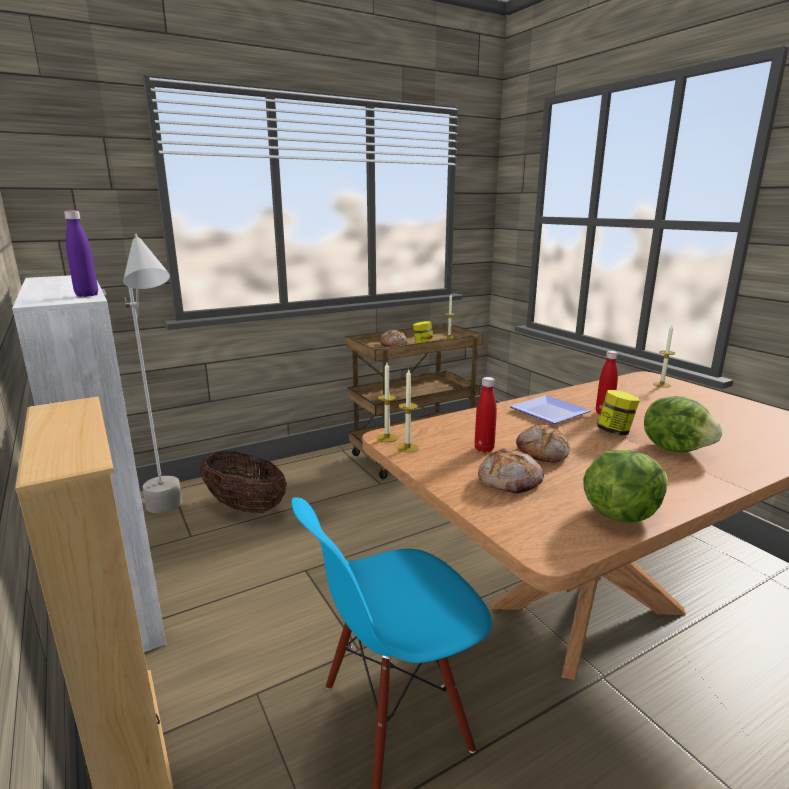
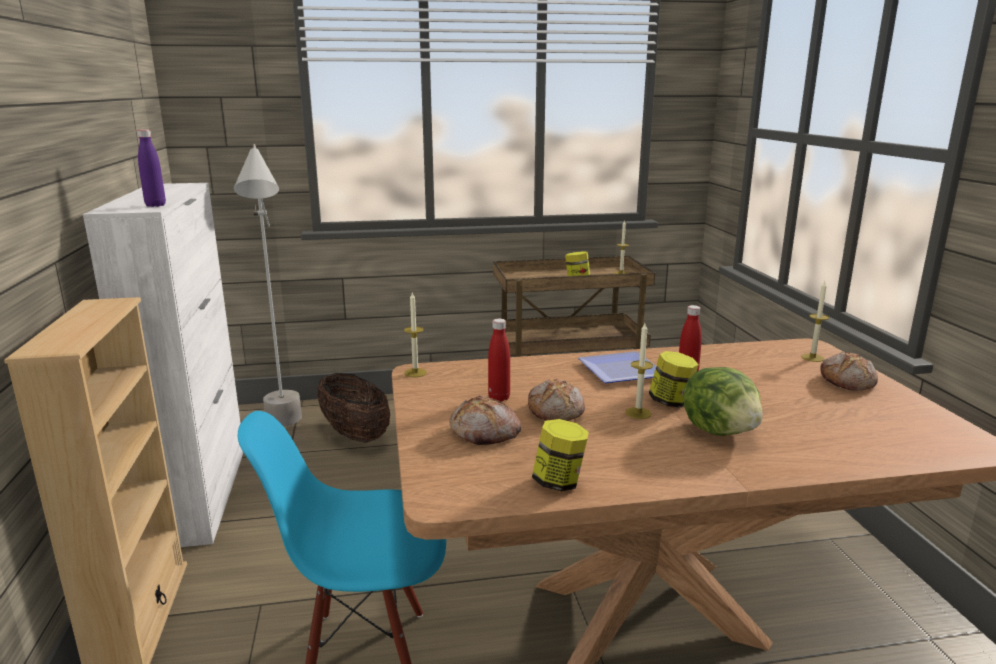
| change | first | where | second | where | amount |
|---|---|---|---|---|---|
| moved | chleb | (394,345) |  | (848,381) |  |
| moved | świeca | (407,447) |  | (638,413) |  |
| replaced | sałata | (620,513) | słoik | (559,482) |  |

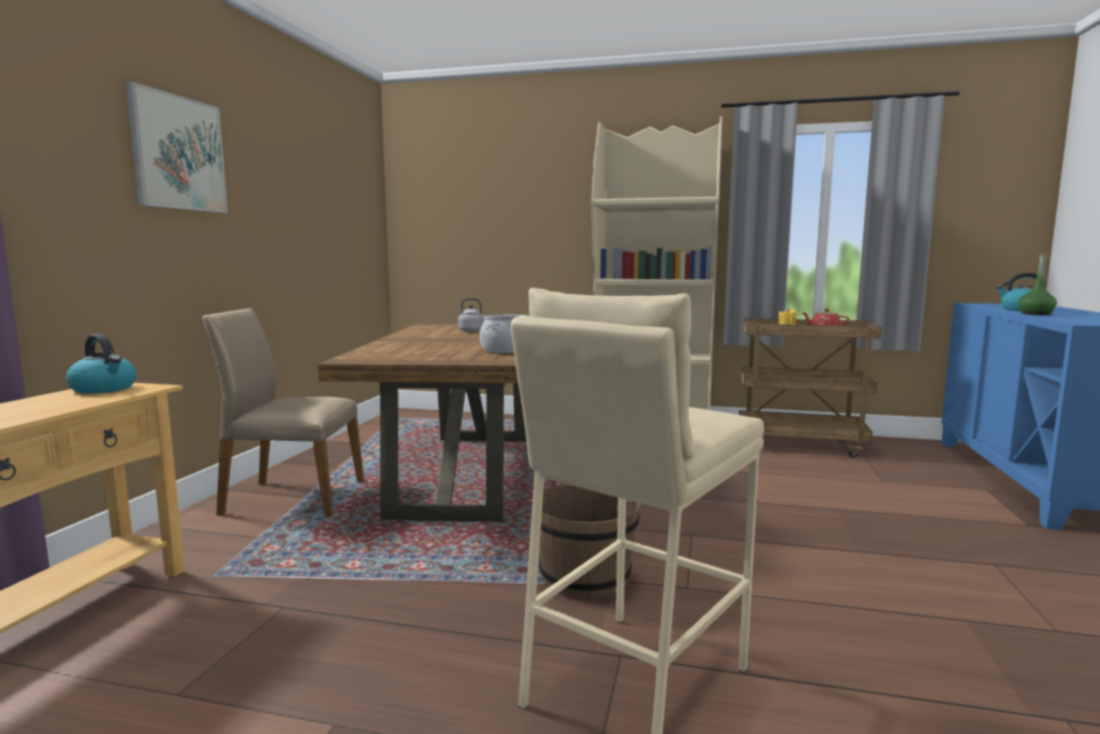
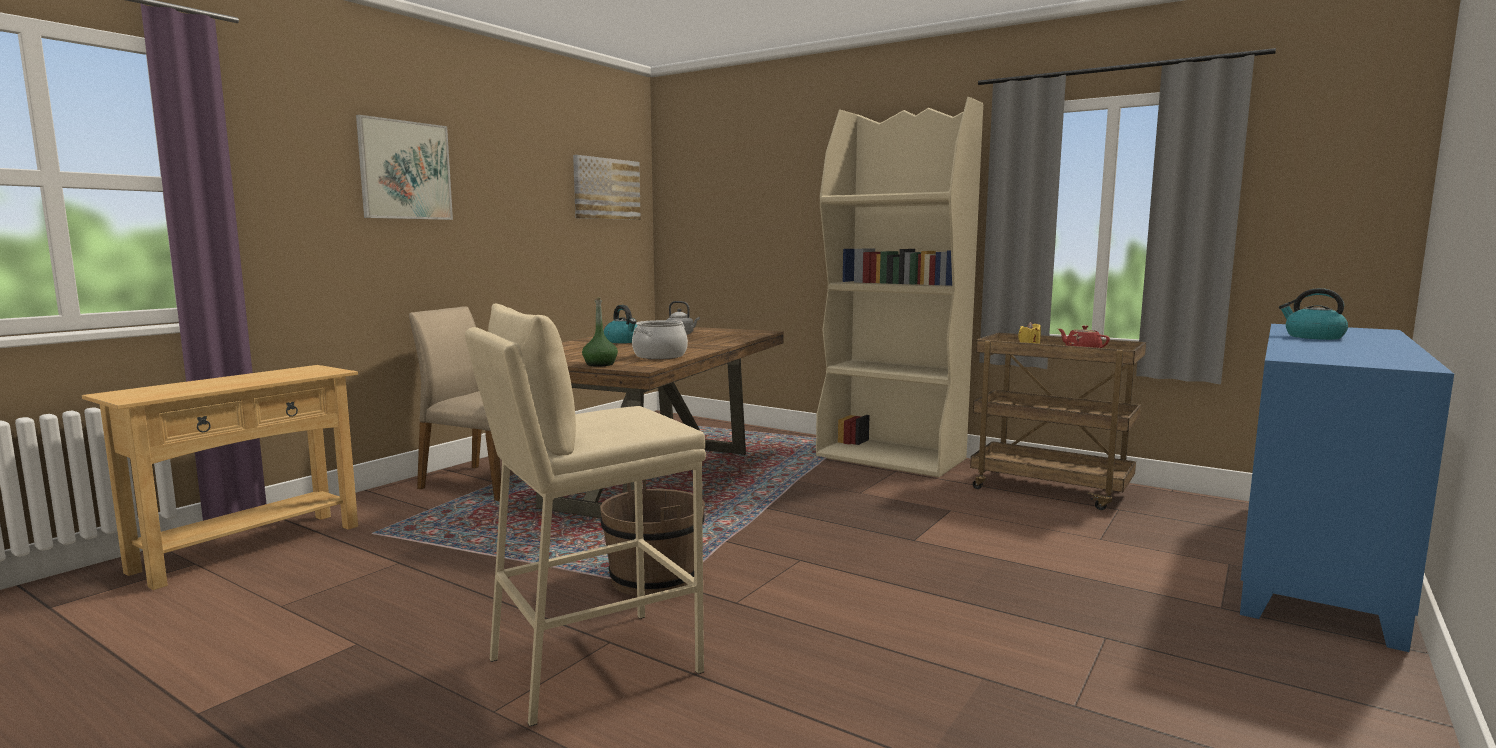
| change | first | where | second | where | amount |
|---|---|---|---|---|---|
| added |  |  | obraz | (606,189) |  |
| moved | czajnik | (104,389) |  | (623,341) |  |
| moved | butelka (zielony) | (1036,314) |  | (600,364) |  |

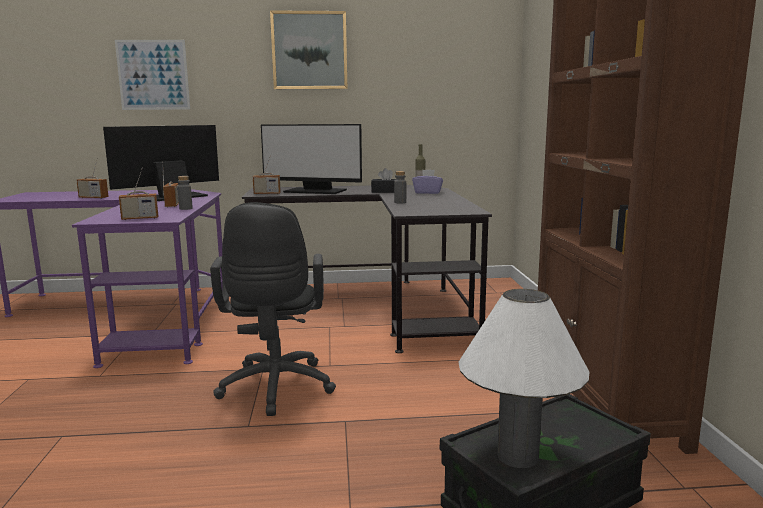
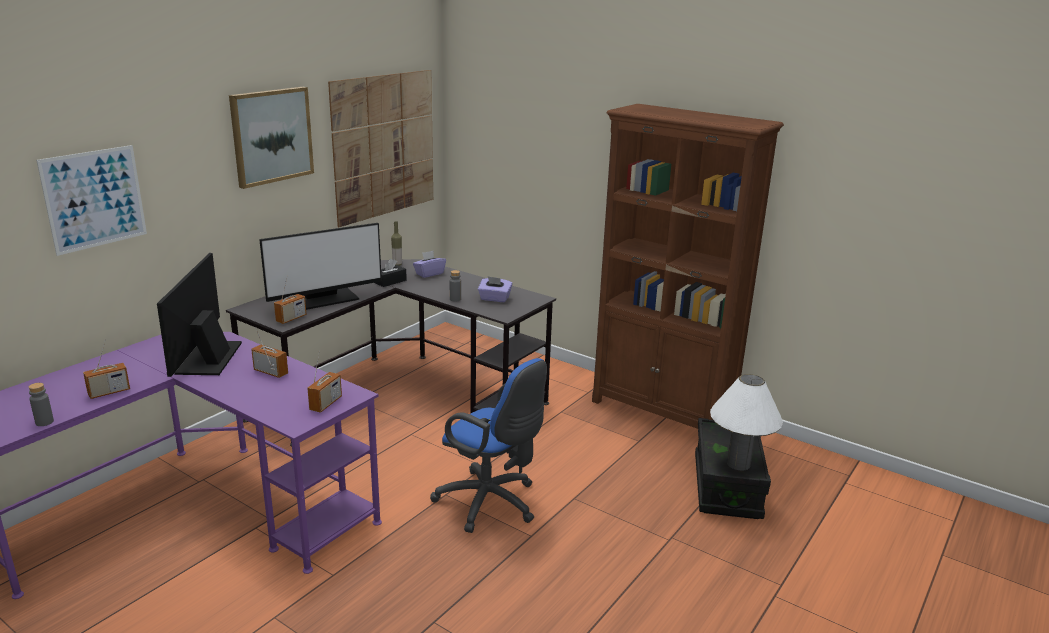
| change | first | where | second | where | amount |
|---|---|---|---|---|---|
| added |  |  | obraz | (384,146) |  |
| added |  |  | pudełko chusteczek (fioletowy) | (494,299) |  |
| moved | butelka (szary) | (186,208) |  | (44,422) |  |
| recoloured | krzesło biurowe (czarny) | (275,390) | krzesło biurowe (niebieski) | (491,504) |  |

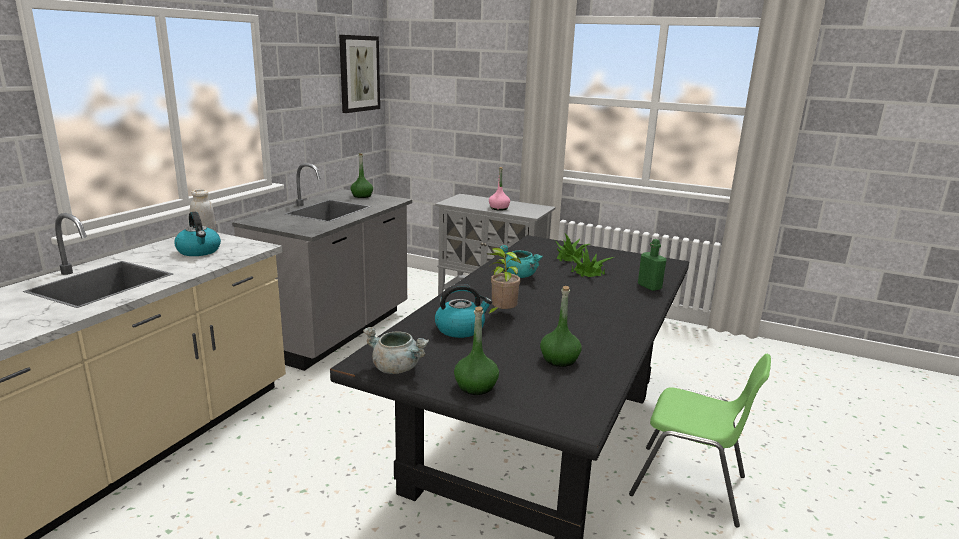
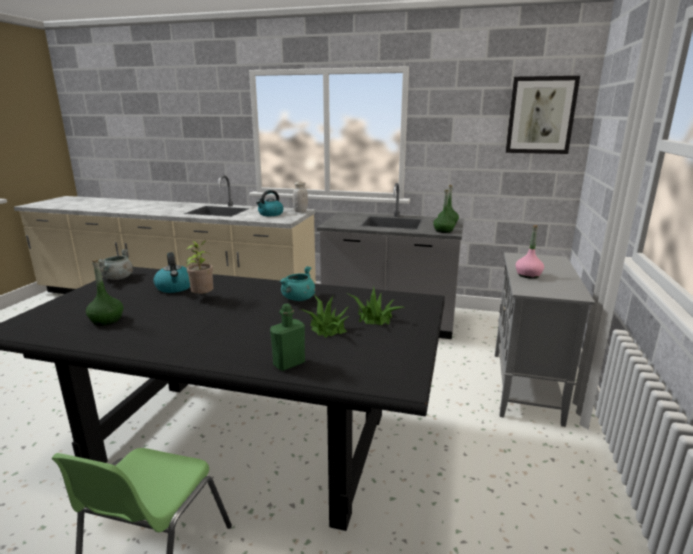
| change | first | where | second | where | amount |
|---|---|---|---|---|---|
| moved | butelka (zielony) | (476,386) |  | (443,231) |  |

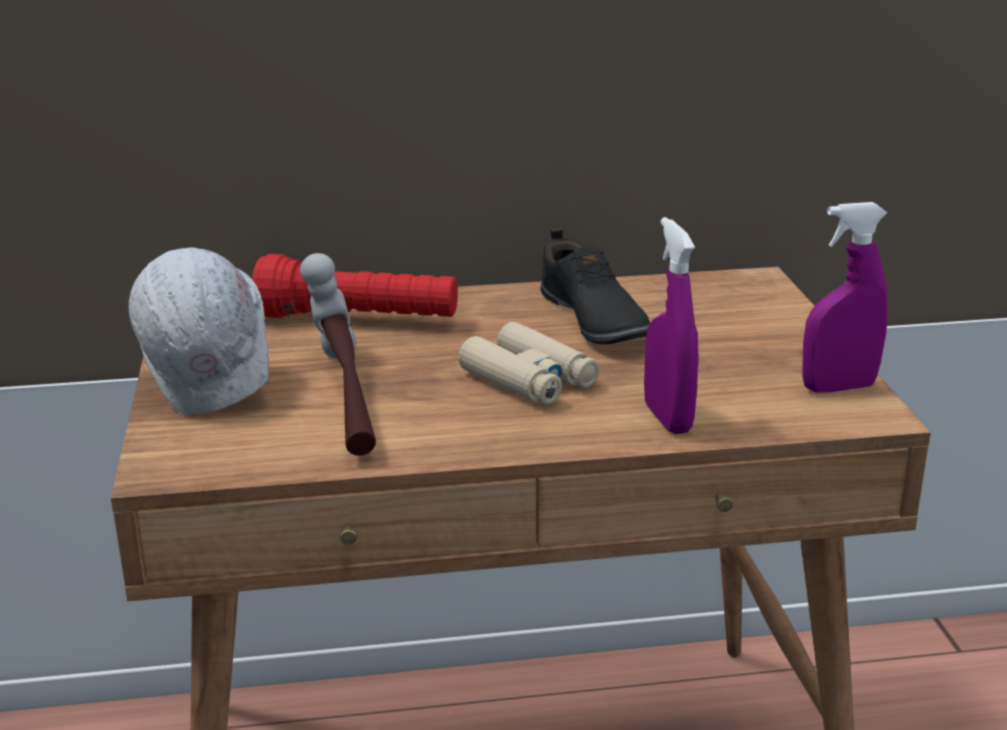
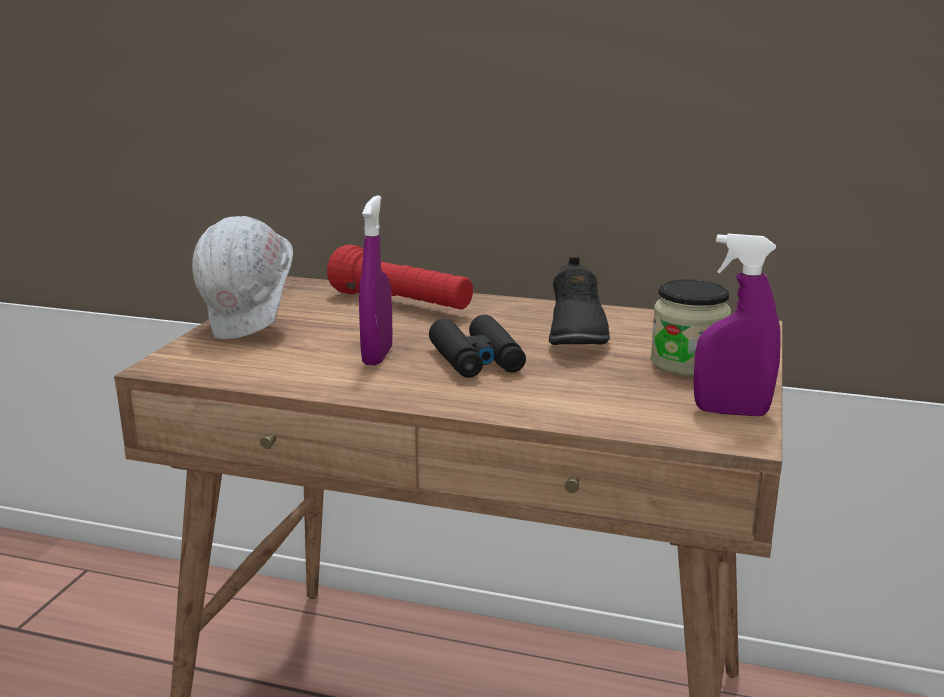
| change | first | where | second | where | amount |
|---|---|---|---|---|---|
| removed | młotek | (344,399) |  |  |  |
| added |  |  | słoik | (687,363) |  |
| moved | spryskiwacz (fioletowy) | (667,418) |  | (377,356) |  |
| recoloured | lornetka (beżowy) | (529,380) | lornetka (czarny) | (477,360) |  |

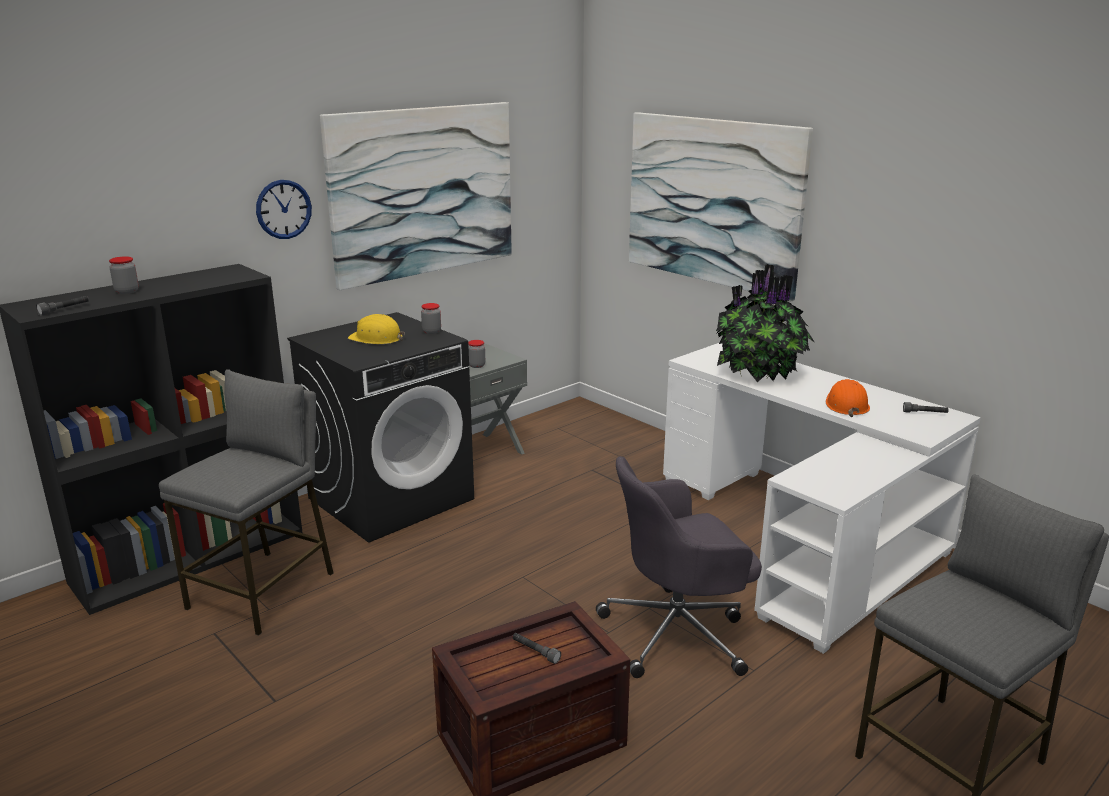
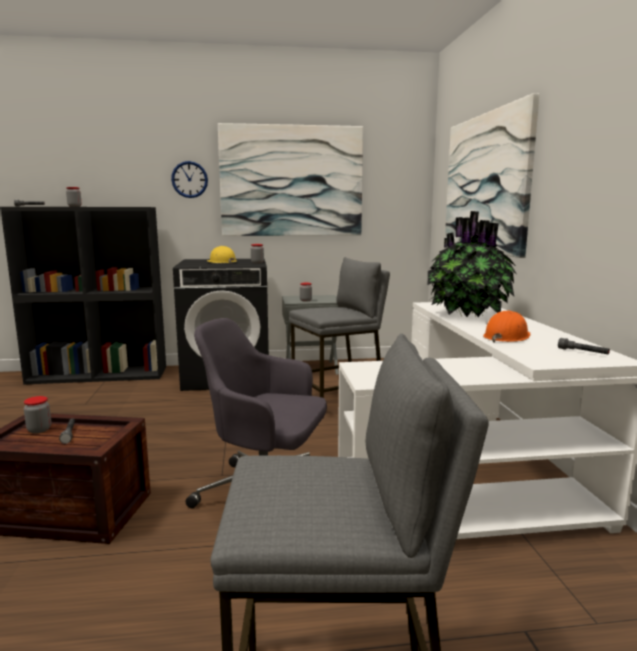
| change | first | where | second | where | amount |
|---|---|---|---|---|---|
| added |  |  | słoik | (39,430) |  |
| moved | stołek (szary) | (263,591) |  | (338,401) |  |

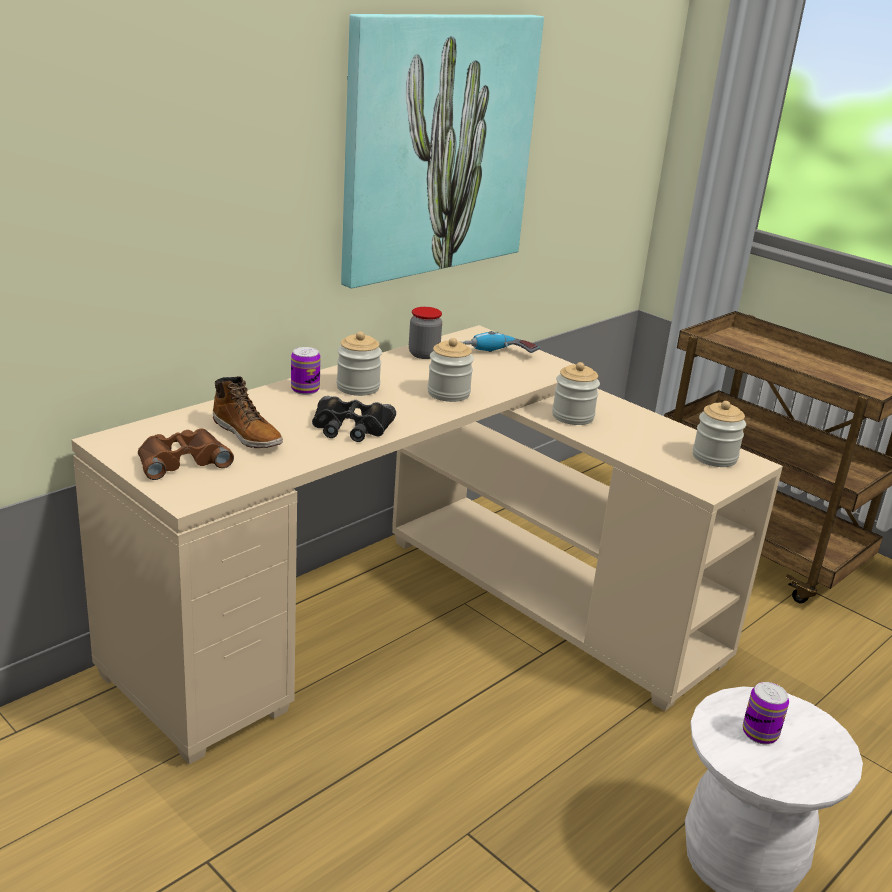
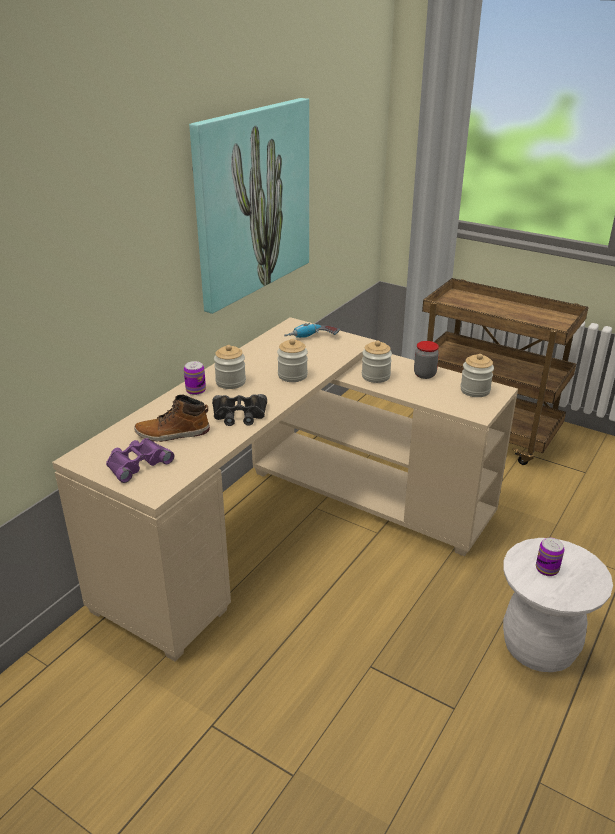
| change | first | where | second | where | amount |
|---|---|---|---|---|---|
| moved | słoik | (423,354) |  | (424,374) |  |
| recoloured | lornetka (brązowy) | (182,460) | lornetka (fioletowy) | (137,463) |  |
| turned | but z cholewką | (248,434) |  | (173,434) | 135 degrees clockwise |

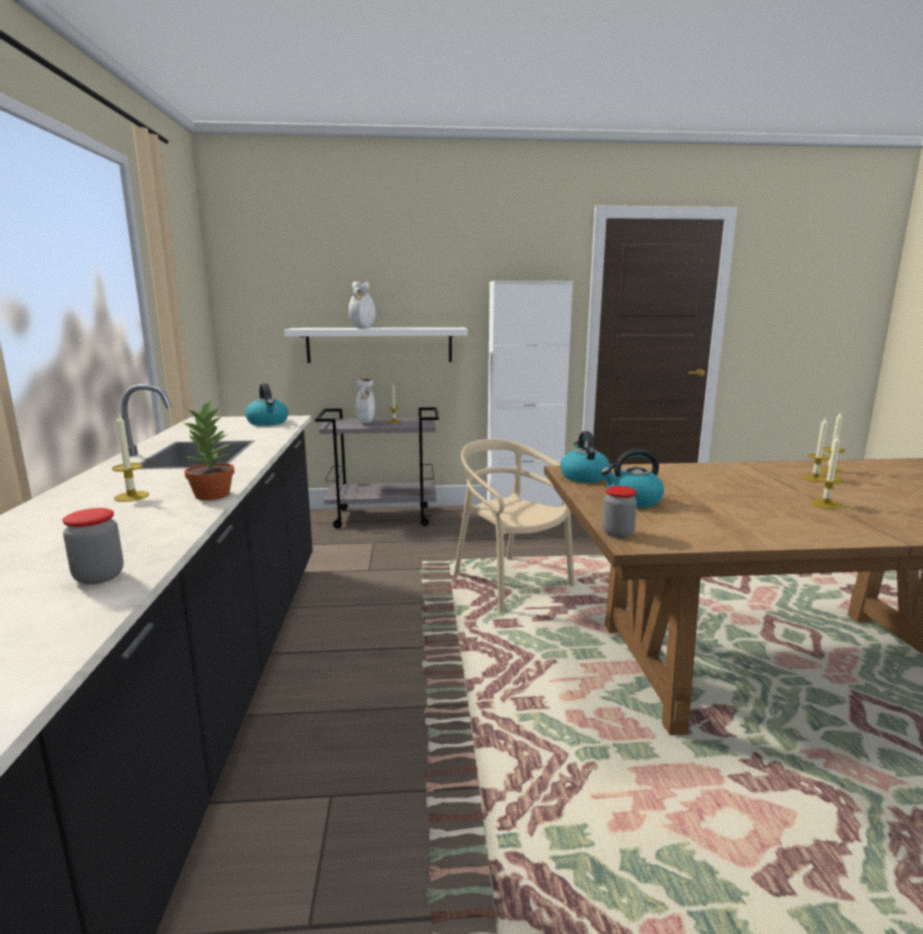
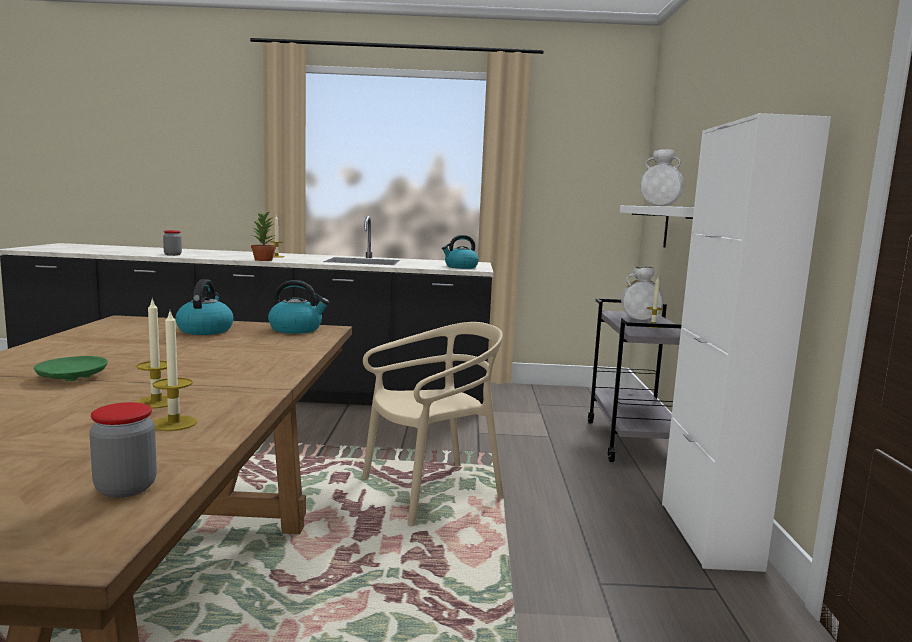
| change | first | where | second | where | amount |
|---|---|---|---|---|---|
| moved | słoik | (617,533) |  | (126,488) |  |
| replaced | świeca | (825,504) | talerz (zielony) | (71,377) |  |

